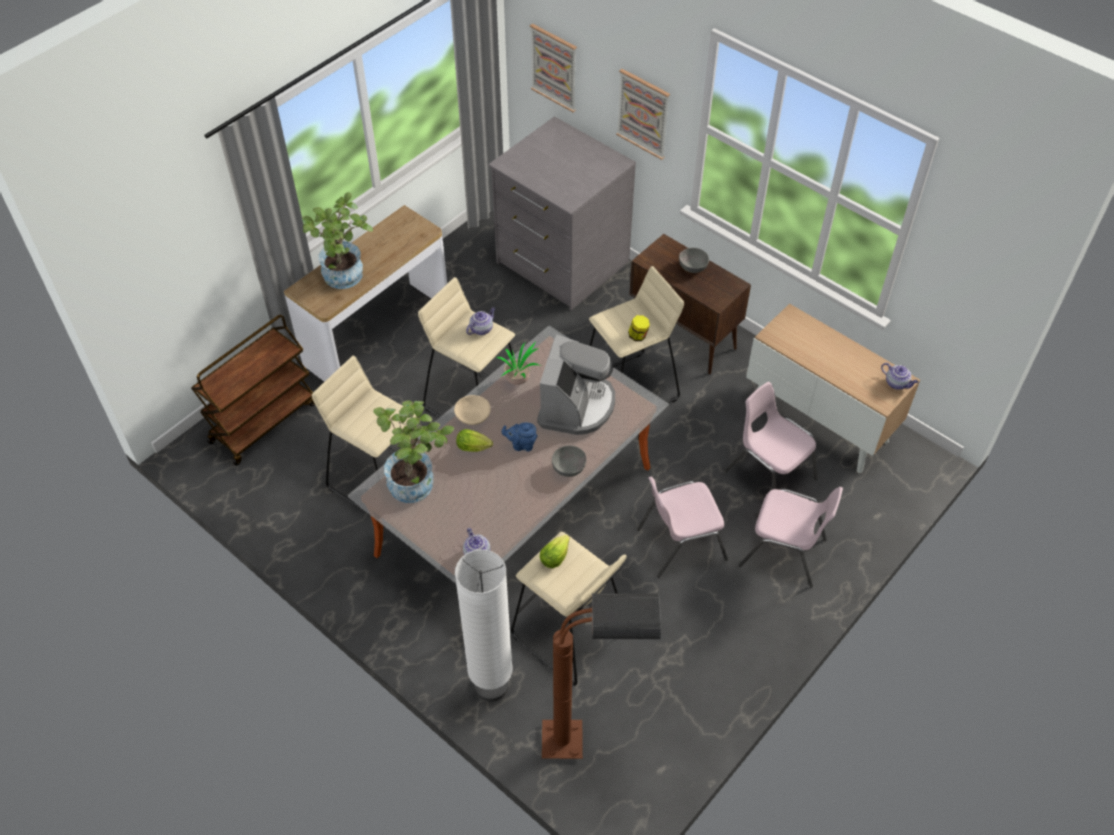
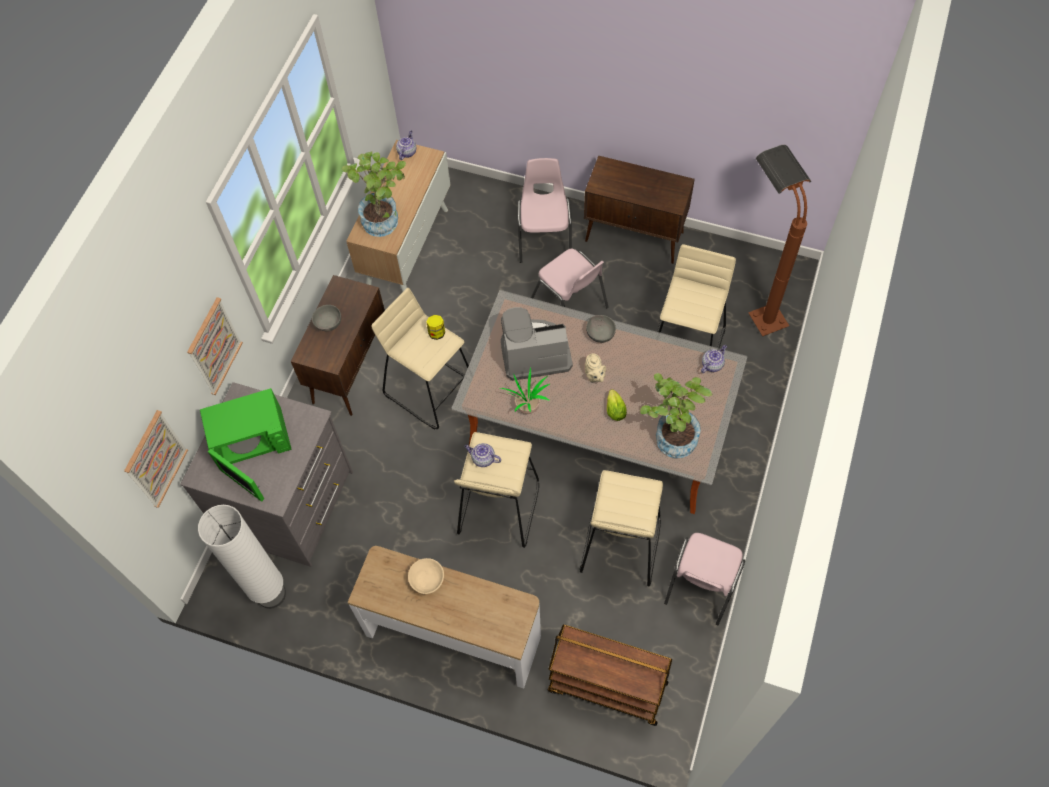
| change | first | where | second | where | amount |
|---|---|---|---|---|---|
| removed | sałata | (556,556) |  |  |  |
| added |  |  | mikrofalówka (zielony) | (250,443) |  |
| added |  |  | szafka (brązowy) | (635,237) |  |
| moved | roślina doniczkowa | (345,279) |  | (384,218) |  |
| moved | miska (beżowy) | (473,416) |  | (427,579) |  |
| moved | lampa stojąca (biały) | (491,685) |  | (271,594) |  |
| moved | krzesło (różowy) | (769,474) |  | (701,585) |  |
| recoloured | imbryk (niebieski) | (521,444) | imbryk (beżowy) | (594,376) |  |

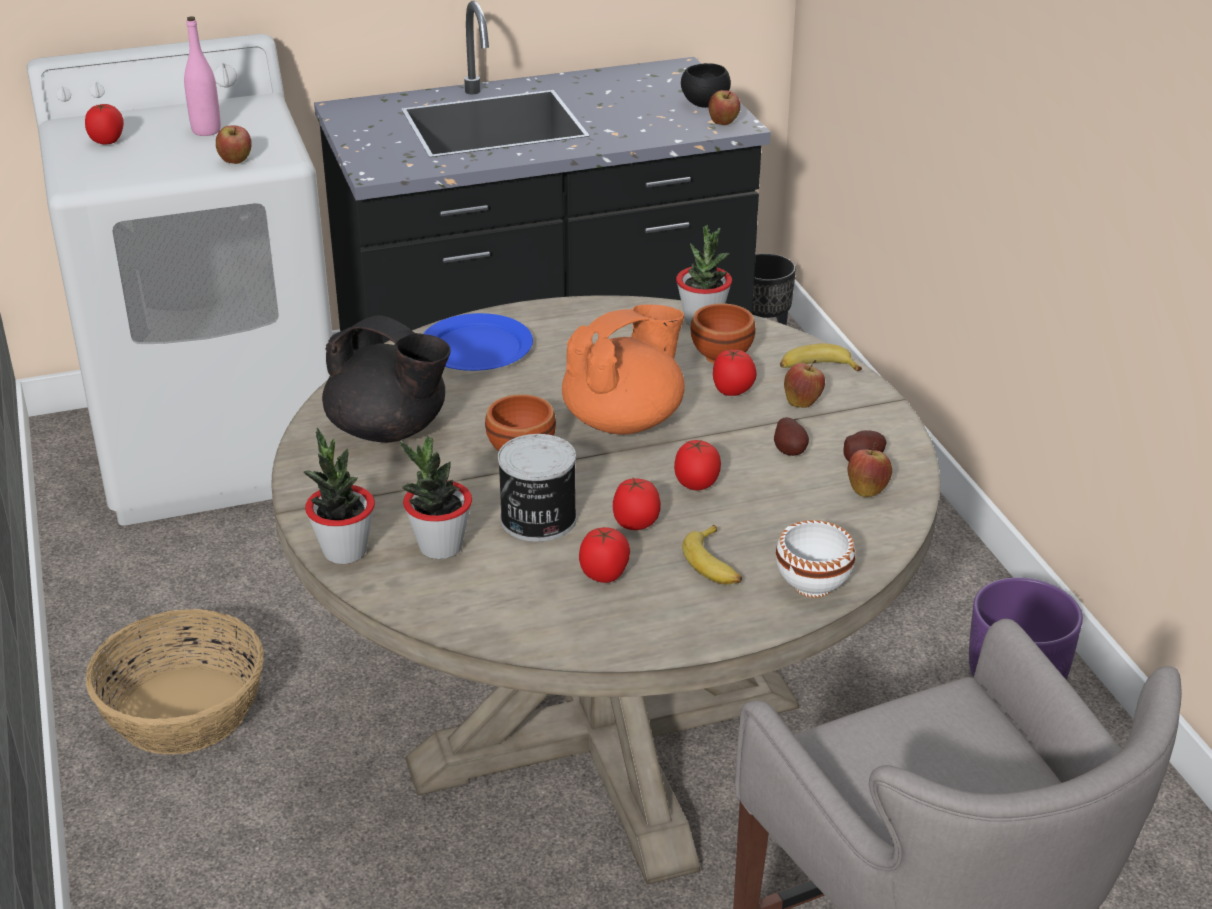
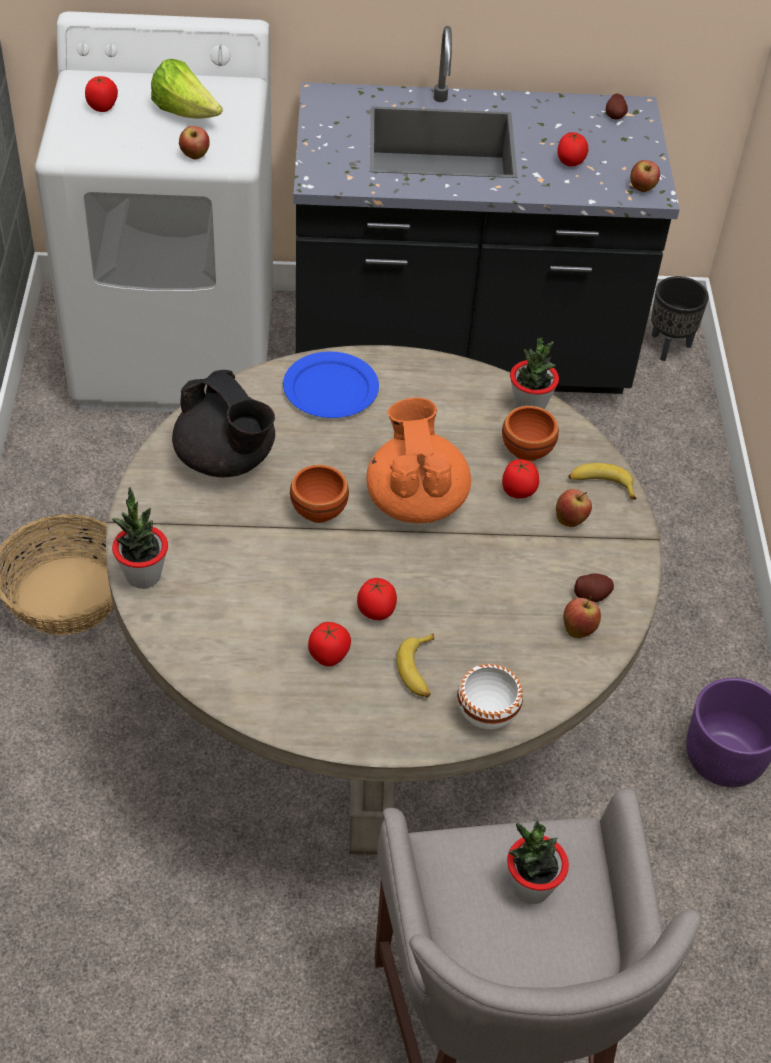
| change | first | where | second | where | amount |
|---|---|---|---|---|---|
| removed | puszka | (537,520) |  |  |  |
| removed | miska (czarny) | (705,104) |  |  |  |
| moved | roślina doniczkowa | (440,547) |  | (531,887) |  |
| moved | pomidor | (696,485) |  | (570,163) |  |
| moved | ziemniak | (790,450) |  | (615,115) |  |
| replaced | butelka (różowy) | (206,131) | sałata | (185,113) |  |
| turned | imbryk (pomarańczowy) | (625,420) |  | (415,500) | 75 degrees counterclockwise |

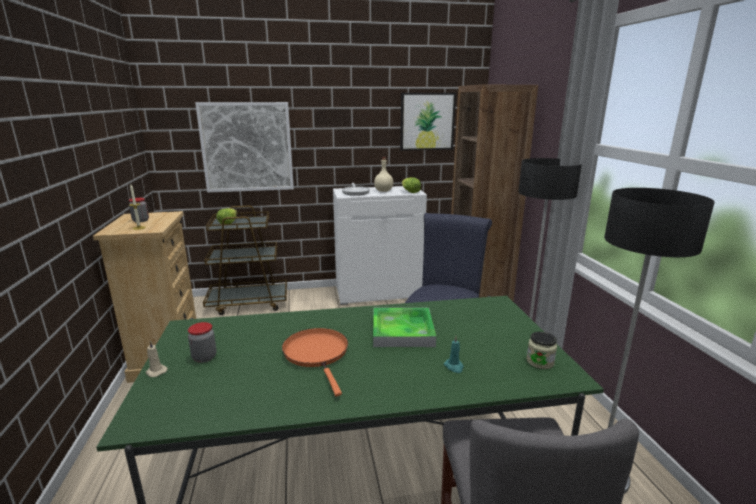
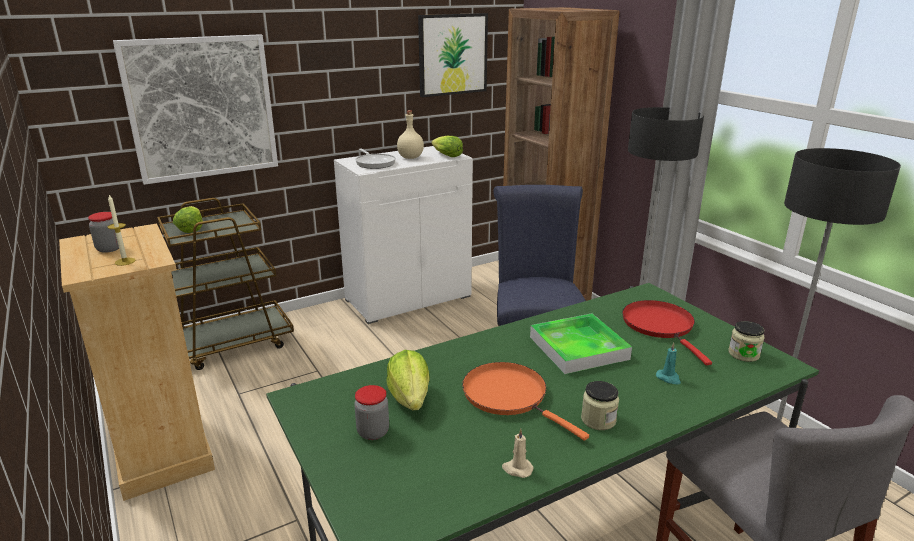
| change | first | where | second | where | amount |
|---|---|---|---|---|---|
| added |  |  | sałata | (410,398) |  |
| added |  |  | słoik | (598,420) |  |
| added |  |  | patelnia (czerwony) | (660,326) |  |
| moved | świeca (beżowy) | (156,371) |  | (517,469) |  |

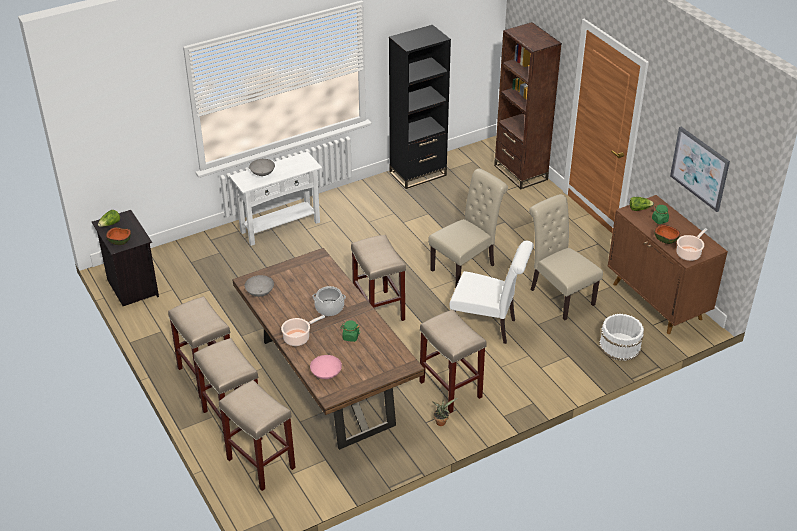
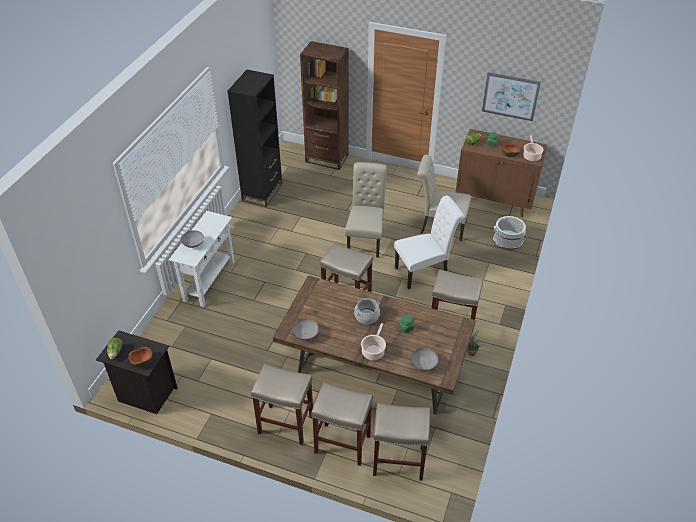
| change | first | where | second | where | amount |
|---|---|---|---|---|---|
| recoloured | miska (różowy) | (326,374) | miska (szary) | (424,364) |  |

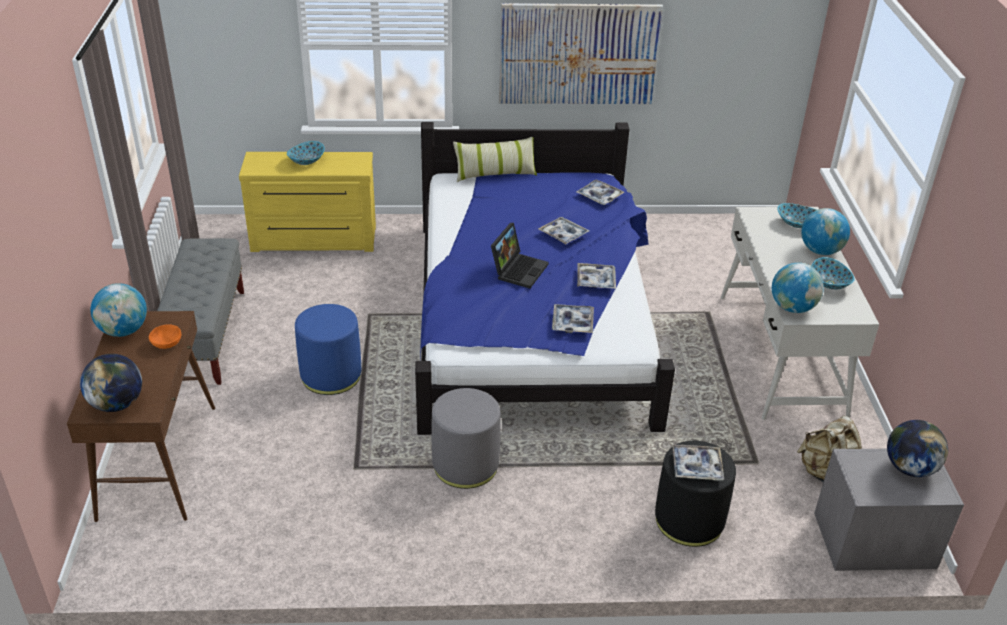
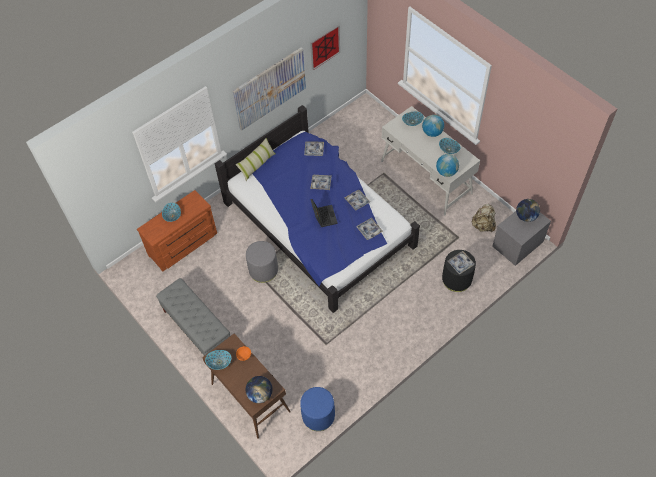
| change | first | where | second | where | amount |
|---|---|---|---|---|---|
| added |  |  | obraz | (324,47) |  |
| moved | pufa (niebieski) | (331,375) |  | (318,416) |  |
| moved | pufa (szary) | (465,465) |  | (263,270) |  |
| replaced | globus | (124,331) | miska | (219,362) |  |
| recoloured | komoda (żółty) | (314,240) | komoda (brązowy) | (184,245) |  |

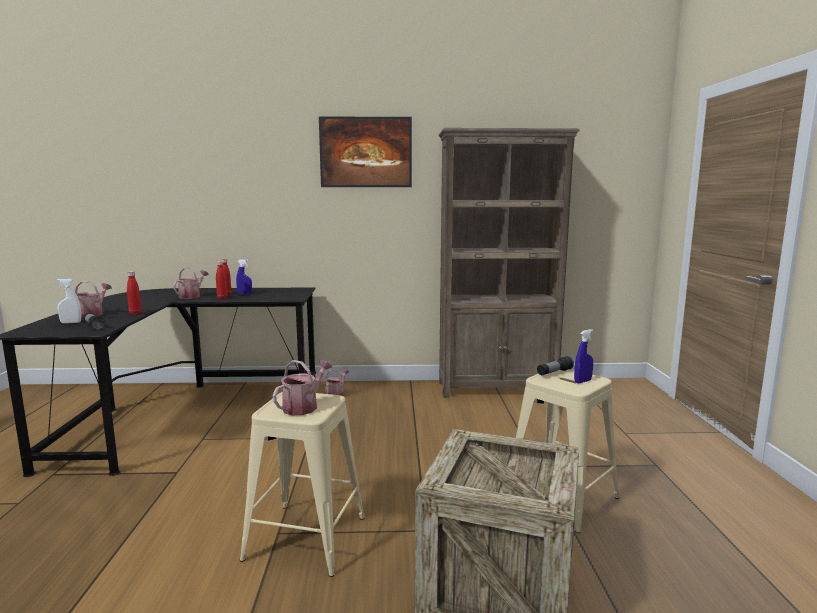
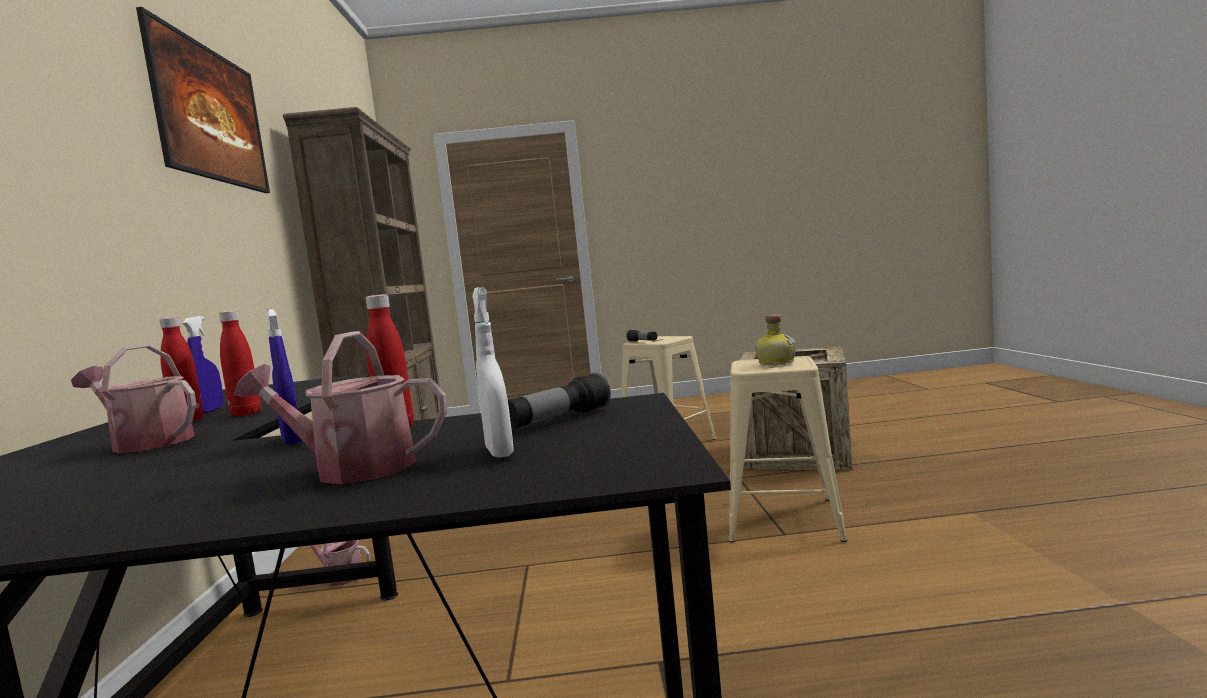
| change | first | where | second | where | amount |
|---|---|---|---|---|---|
| moved | spryskiwacz (niebieski) | (582,381) |  | (292,440) |  |
| replaced | konewka | (303,406) | butelka | (775,362) |  |

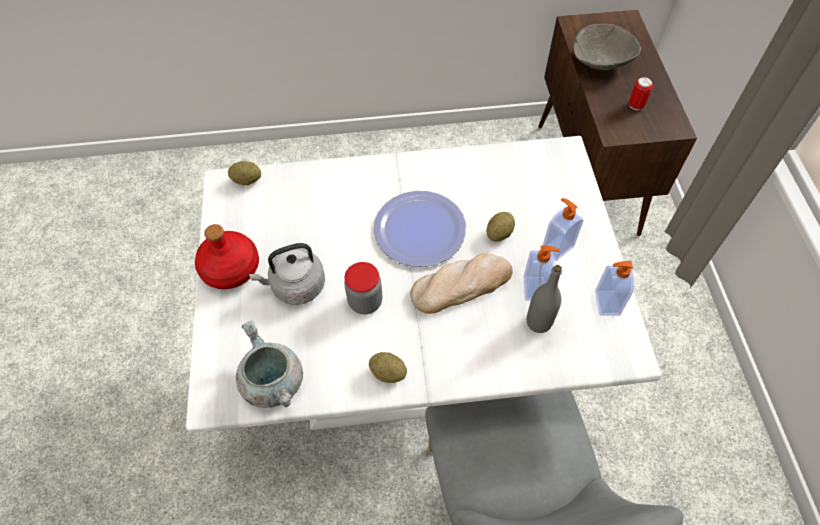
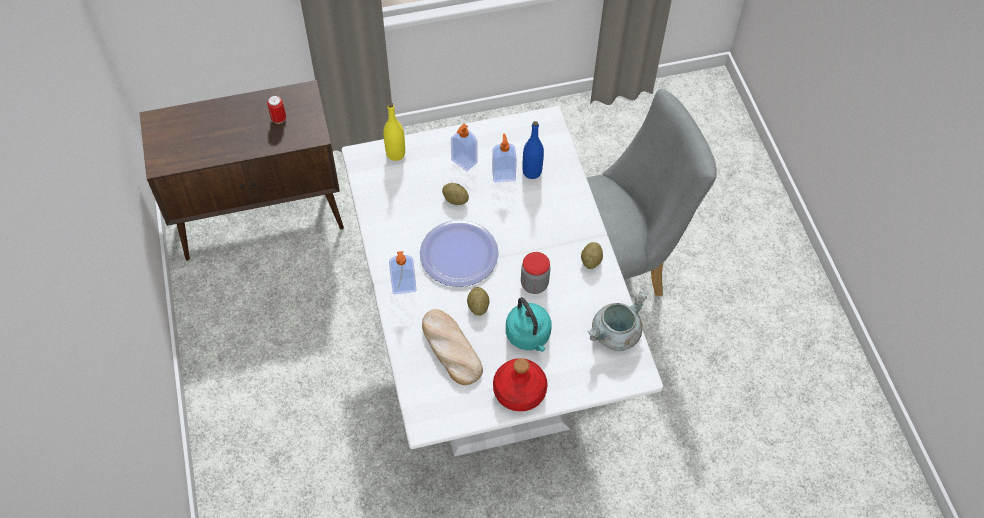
| change | first | where | second | where | amount |
|---|---|---|---|---|---|
| removed | miska (szary) | (601,62) |  |  |  |
| added |  |  | butelka (żółty) | (395,154) |  |
| moved | ziemniak | (247,180) |  | (478,306) |  |
| moved | chleb | (461,285) |  | (450,348) |  |
| moved | dozownik mydła | (606,303) |  | (404,287) |  |
| recoloured | czajnik (szary) | (296,286) | czajnik (turkusowy) | (529,336) |  |
| recoloured | butelka (szary) | (539,322) | butelka (niebieski) | (532,172) |  |

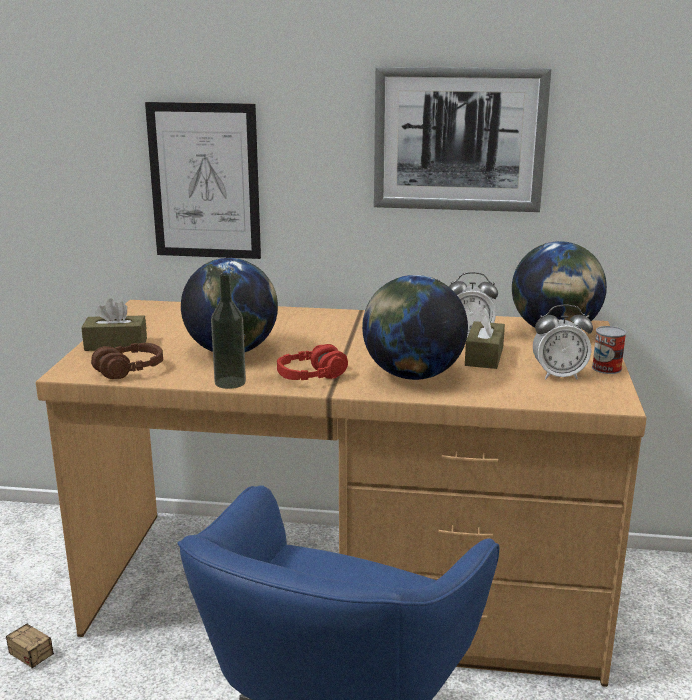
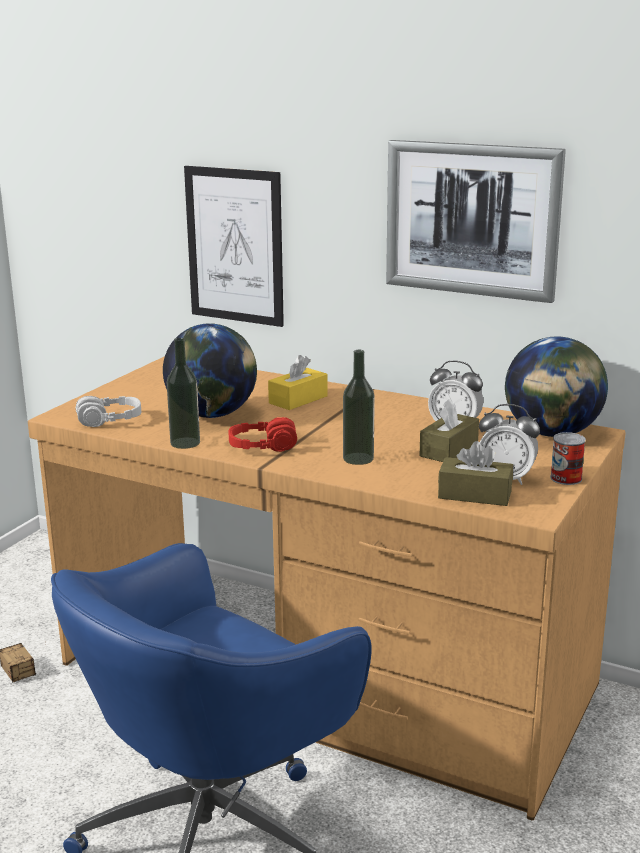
| change | first | where | second | where | amount |
|---|---|---|---|---|---|
| added |  |  | pudełko chusteczek (żółty) | (298,399) |  |
| moved | pudełko chusteczek (brązowy) | (116,344) |  | (474,494) |  |
| replaced | globus | (412,375) | butelka | (358,458) |  |
| recoloured | słuchawki (brązowy) | (129,370) | słuchawki (szary) | (109,420) |  |

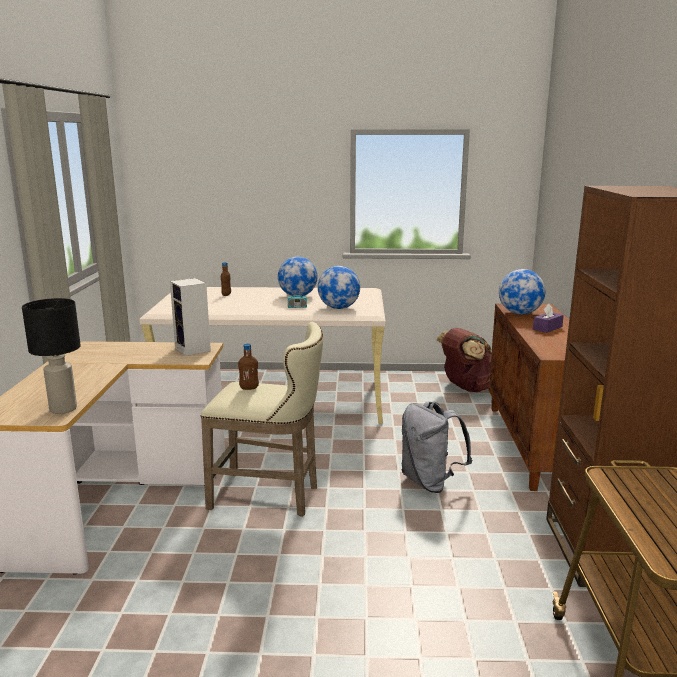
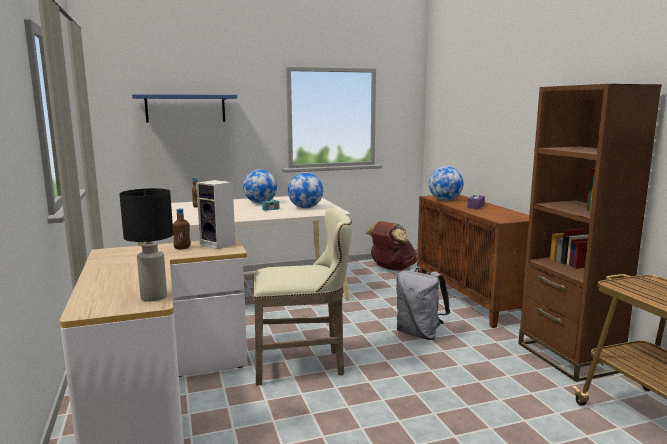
| change | first | where | second | where | amount |
|---|---|---|---|---|---|
| added |  |  | półka (niebieski) | (185,108) |  |
| moved | butelka (brązowy) | (249,388) |  | (182,248) |  |

